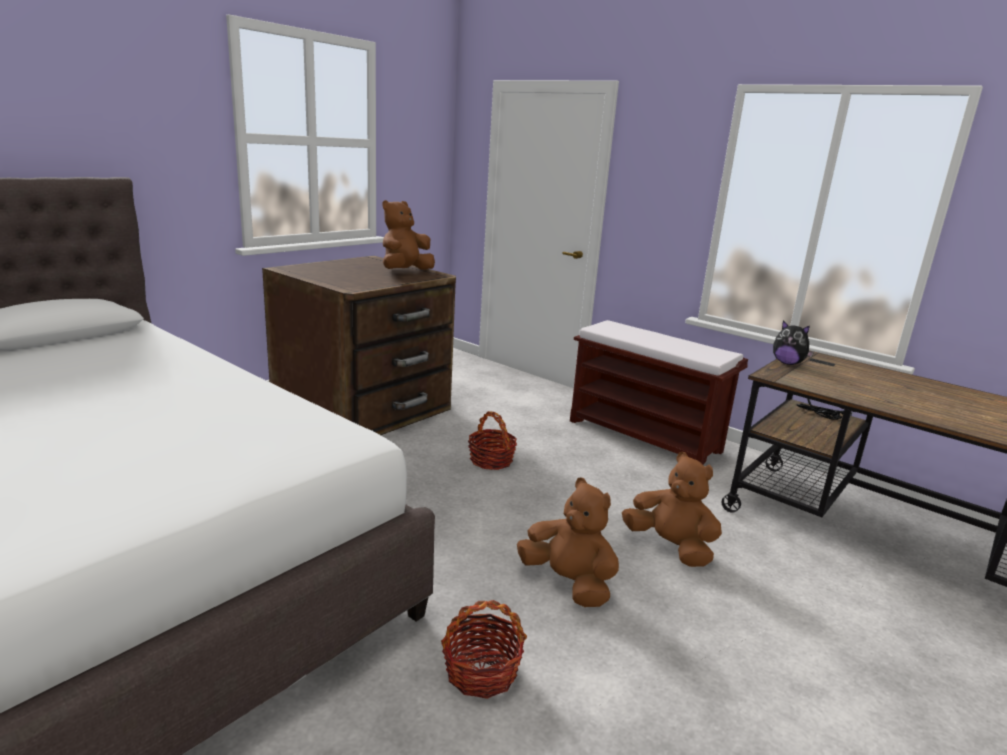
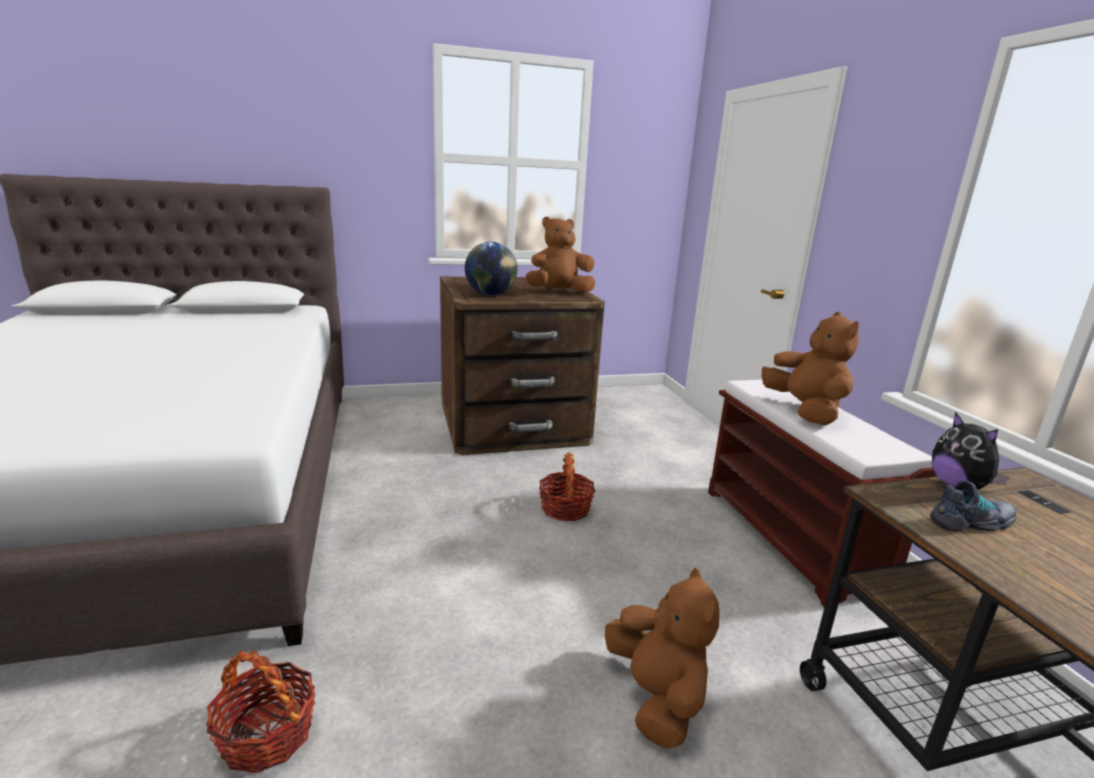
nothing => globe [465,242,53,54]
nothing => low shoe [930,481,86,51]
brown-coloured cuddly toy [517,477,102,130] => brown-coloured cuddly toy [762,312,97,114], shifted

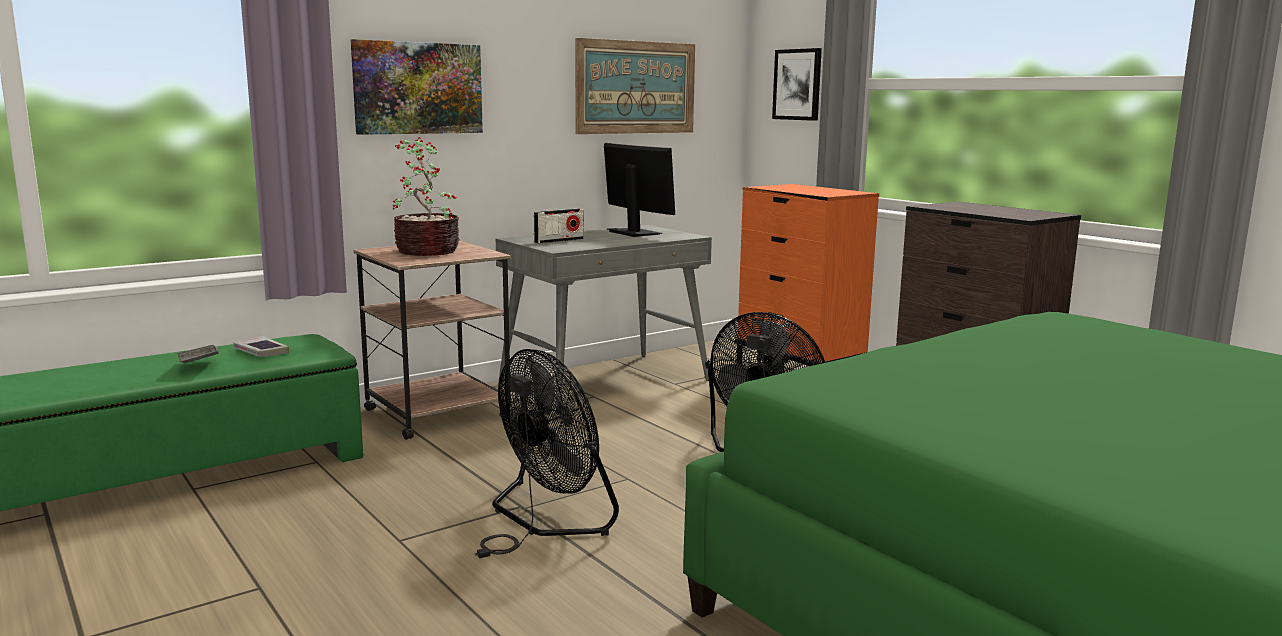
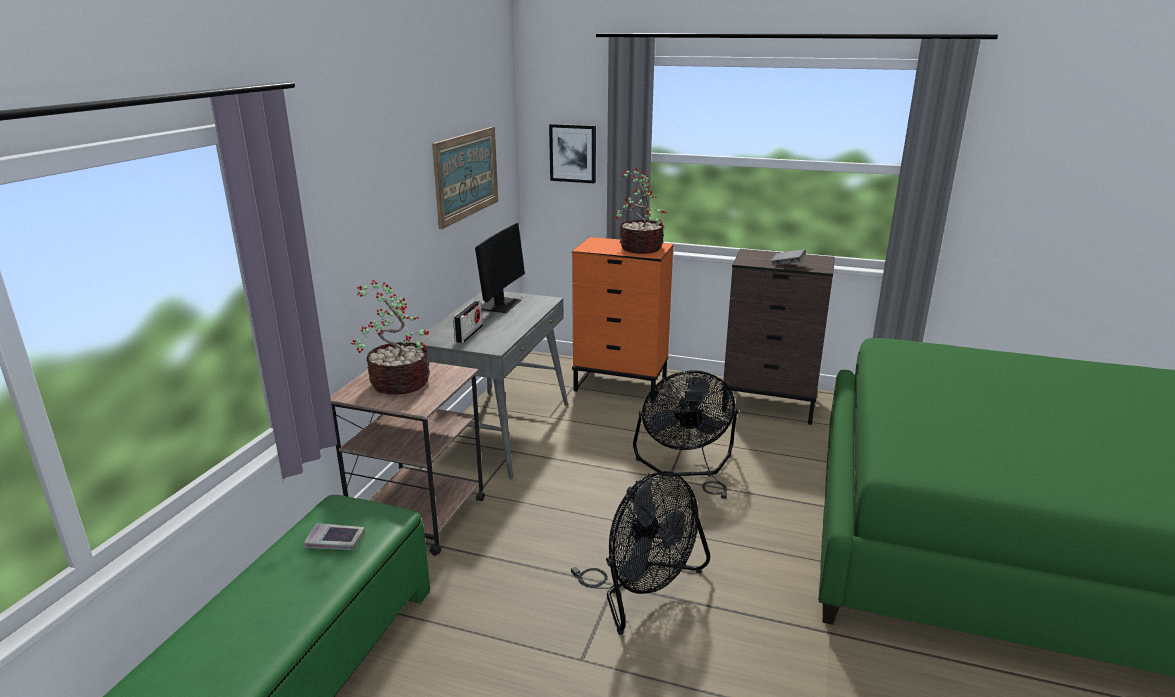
wall art [351,39,132,96] => nothing
nothing => potted plant [613,168,53,86]
greyish volume [177,345,42,18] => greyish volume [771,249,35,17], shifted
black cooling fan [474,349,145,209] => black cooling fan [571,471,139,164], 120 degrees clockwise
monitor [604,143,71,94] => monitor [475,223,50,90], 90 degrees clockwise

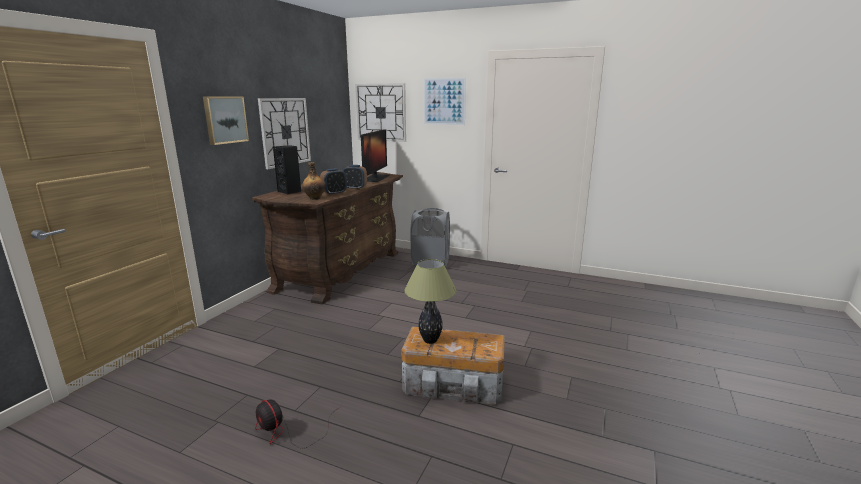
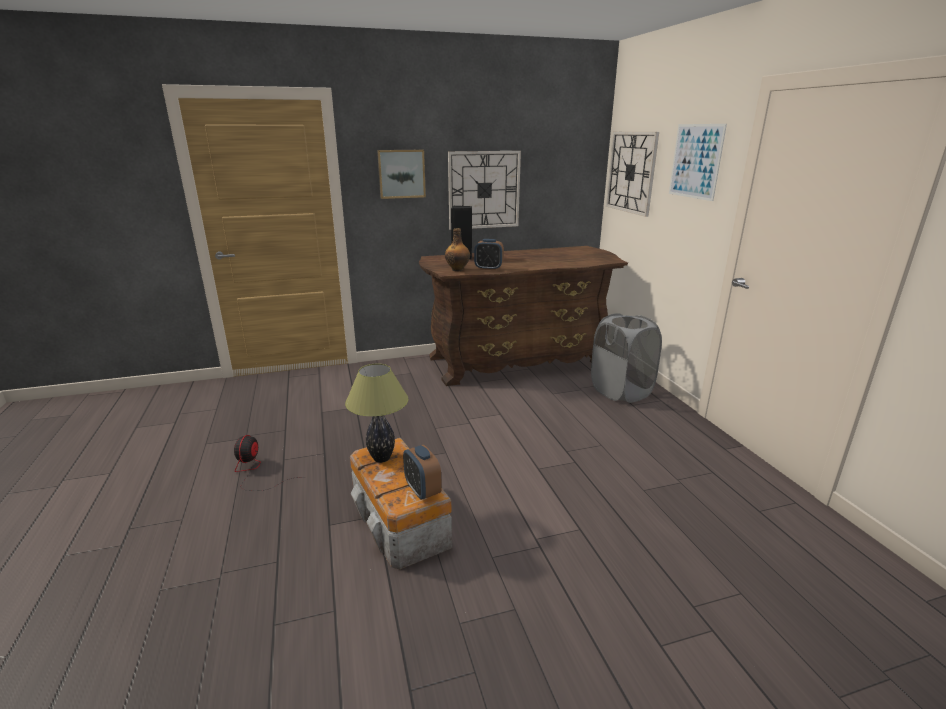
monitor [361,129,29,53] => nothing
bedside clock [343,165,24,25] => bedside clock [403,445,39,55], shifted

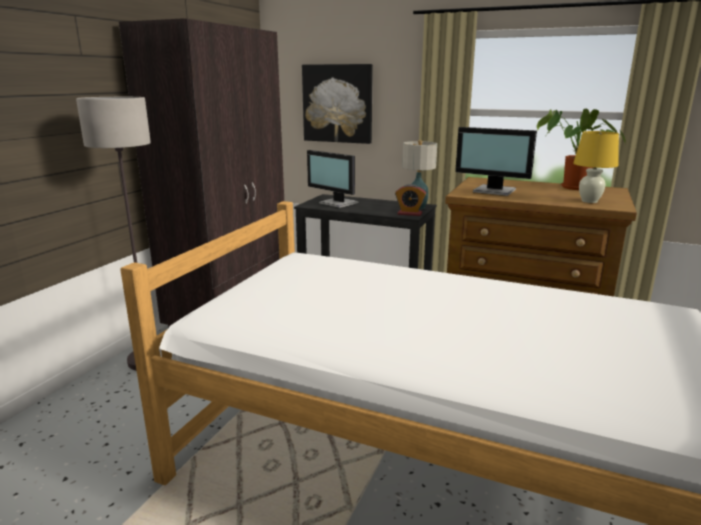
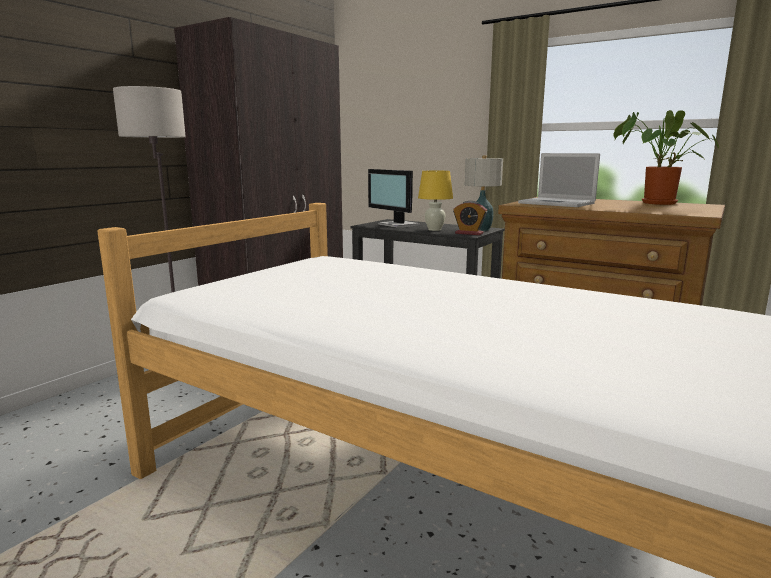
wall art [302,64,71,80] => nothing
yellowish lamp for a table [573,131,46,72] => yellowish lamp for a table [418,171,35,60], shifted
monitor [455,127,82,69] => notebook computer [518,153,82,54]

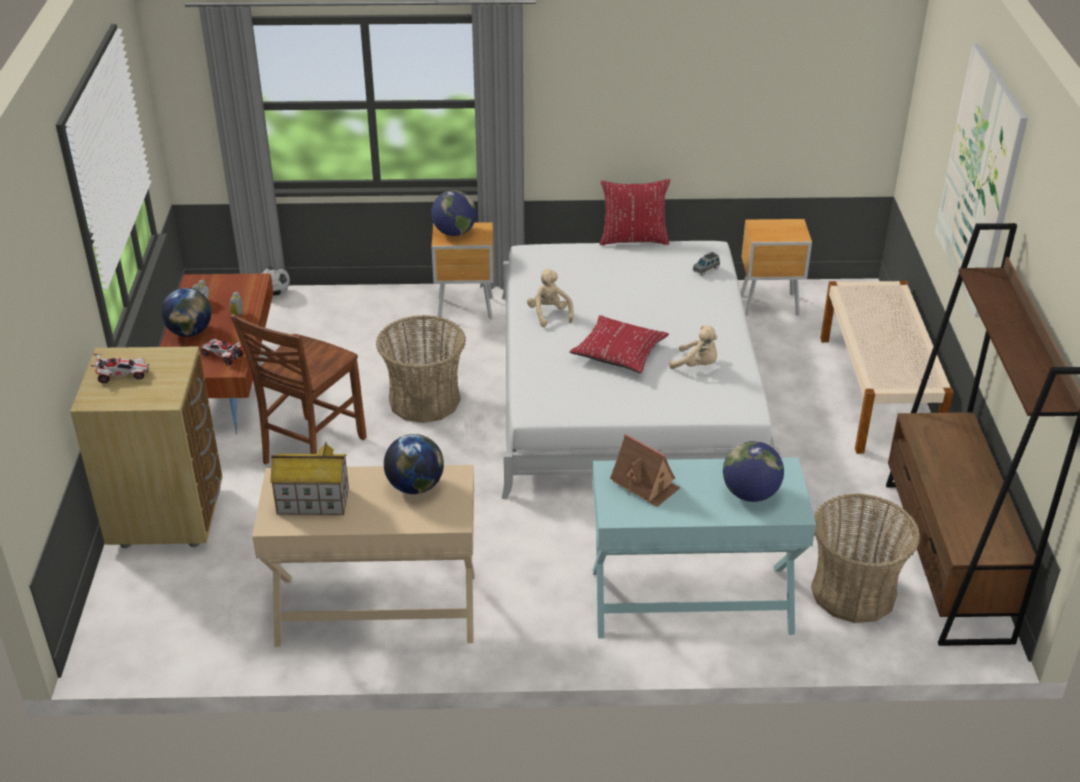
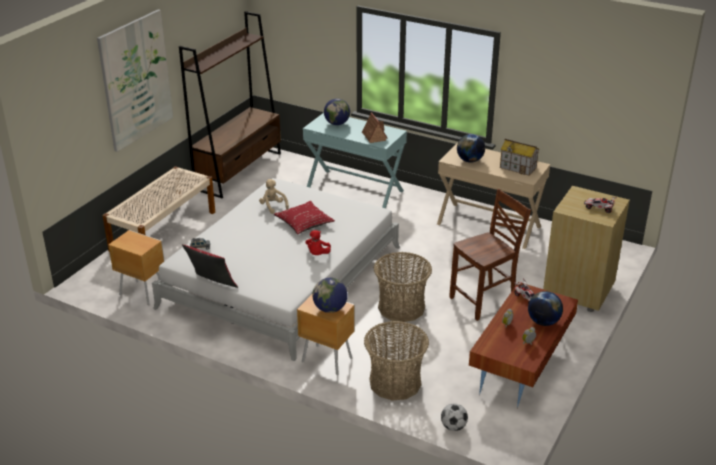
household basket [811,493,109,130] => household basket [364,321,65,79], shifted
sand-coloured cuddly toy [527,269,47,58] => reddish cuddly toy [305,230,26,25]

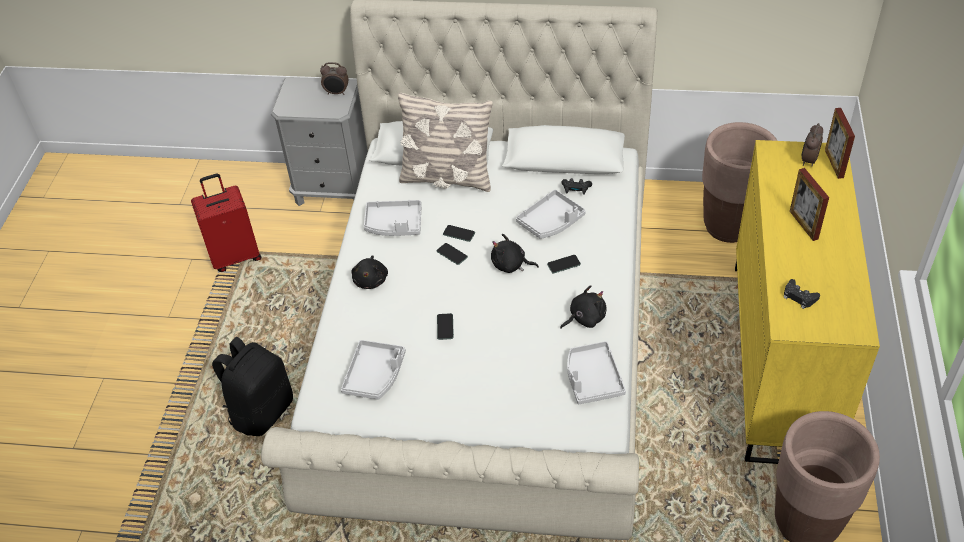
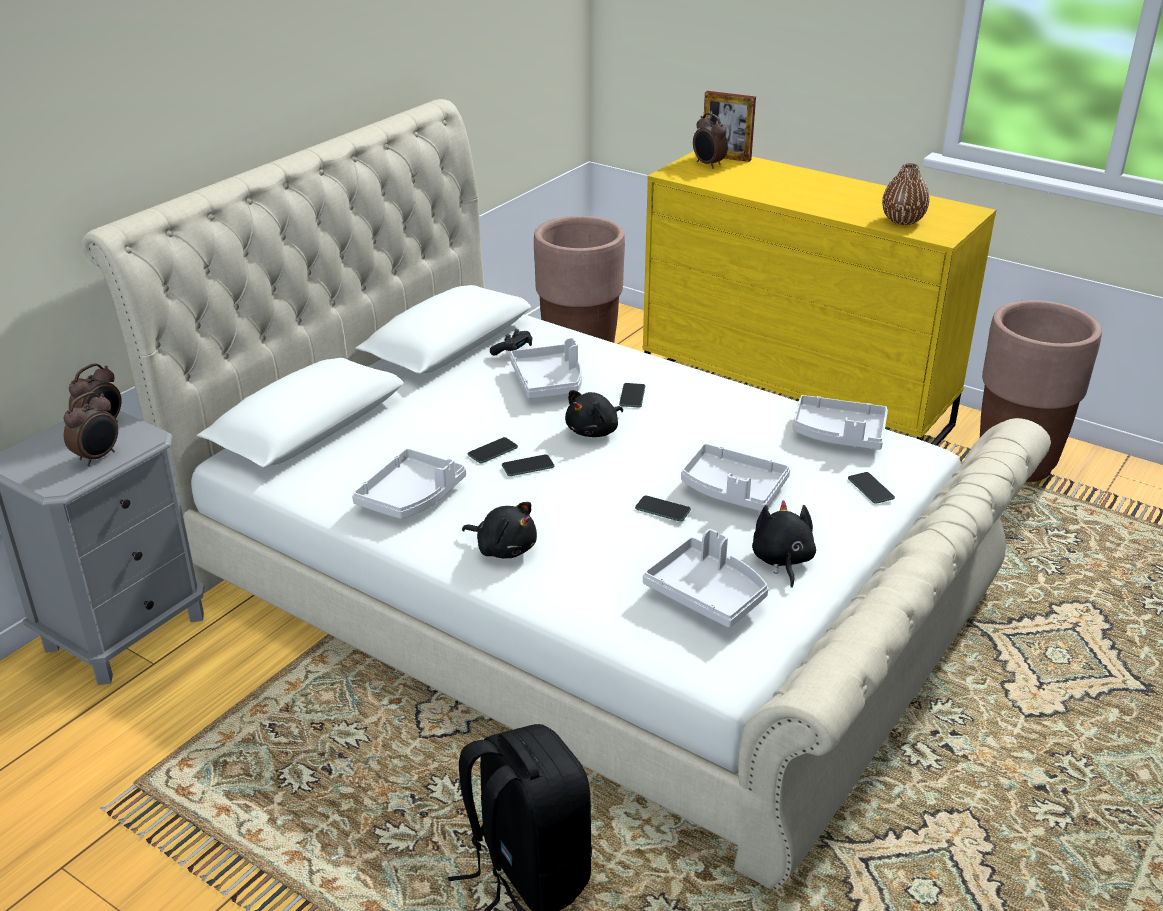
reddish suitcase [191,174,70,98] => nothing
sand-coloured pillow [398,93,95,99] => nothing
standing frame [790,168,39,73] => nothing
nothing => bedside clock [64,392,54,74]
nothing => greyish carrying tray [681,443,109,68]
nothing => telephone [848,472,47,32]
black cuddly toy [560,285,47,44] => black cuddly toy [752,500,64,88], shifted
black joypad [783,279,37,30] => brown-coloured flower vase [882,163,47,62]

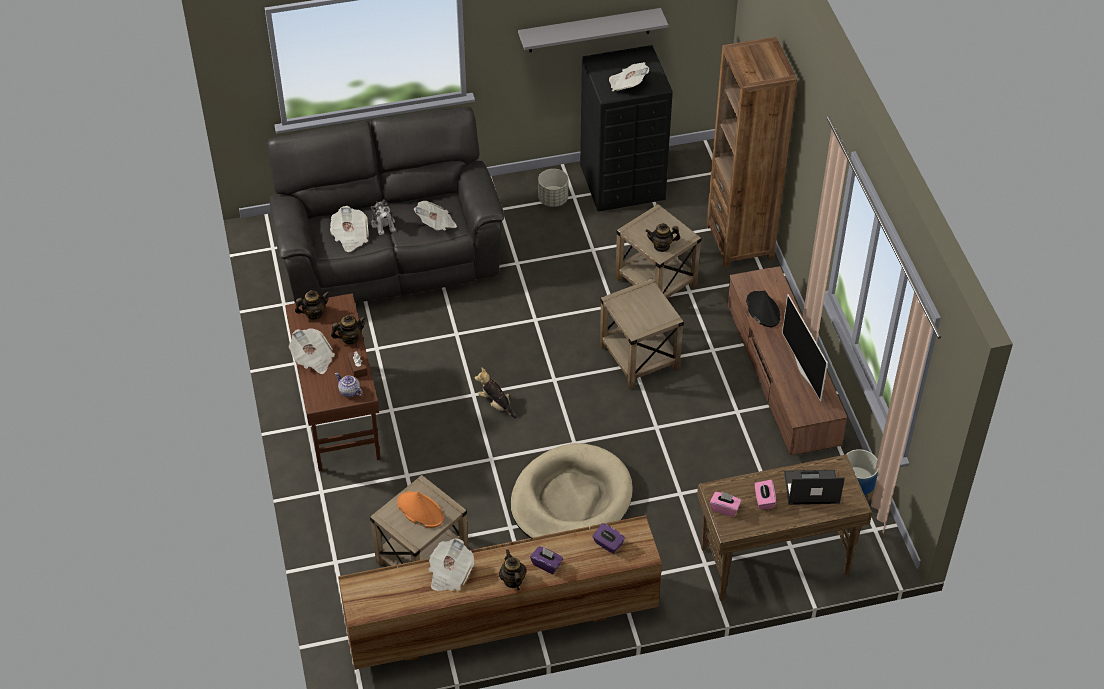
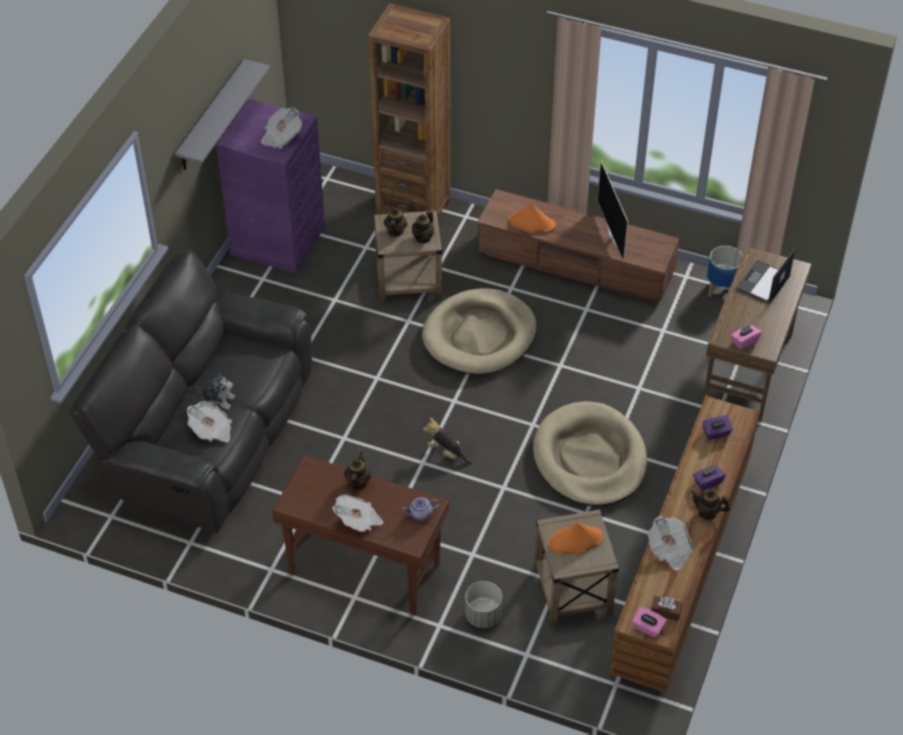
daily paper [414,201,43,29] => nothing
teapot [295,290,35,30] => teapot [384,204,23,33], shifted
brown-coloured tissue box [347,350,21,28] => brown-coloured tissue box [651,596,32,25], shifted
greyish planter [538,169,30,38] => greyish planter [465,581,37,47], shifted
pink-coloured tissue box [755,480,21,29] => pink-coloured tissue box [632,607,35,31], shifted
sand-coloured accent table [600,278,84,111] => sand-coloured dog bed [422,288,115,87]
black drawer chest [580,45,93,167] => purple-coloured drawer chest [216,99,109,174]
black clothing hat [746,290,34,37] => orange-coloured clothing hat [509,204,47,29]
cuddly toy [475,368,43,51] => cuddly toy [423,418,49,47], 45 degrees clockwise
TV [782,294,46,107] => TV [597,161,31,100], 60 degrees clockwise

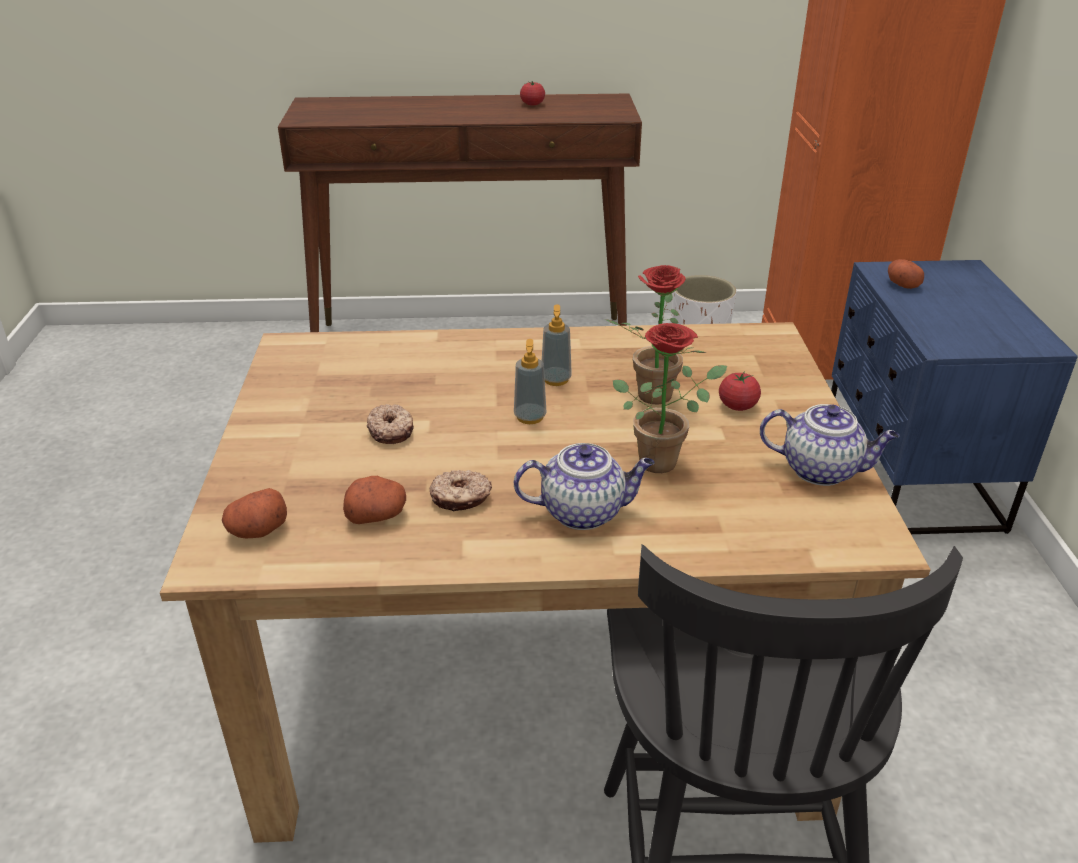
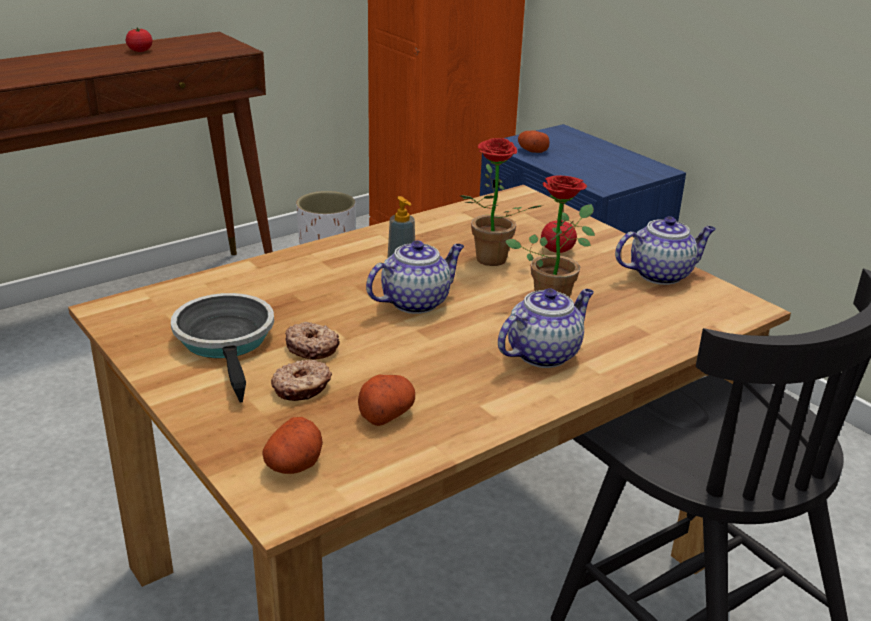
nothing => skillet [171,293,103,109]
donut [430,470,62,41] => donut [271,360,61,41], shifted
liquid soap bottle [514,339,32,85] => teapot [366,241,98,73]

